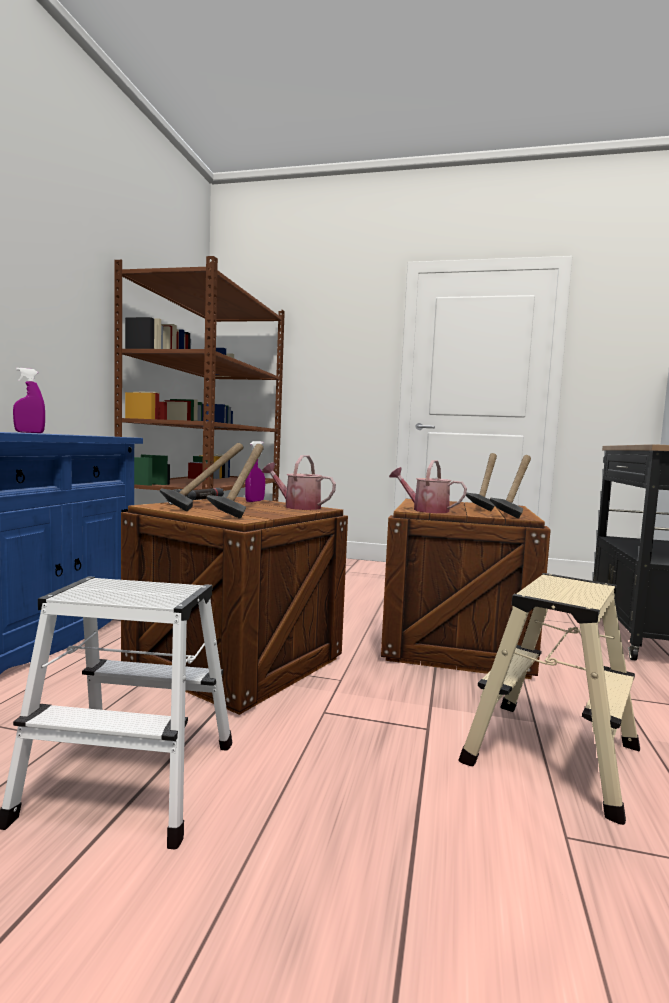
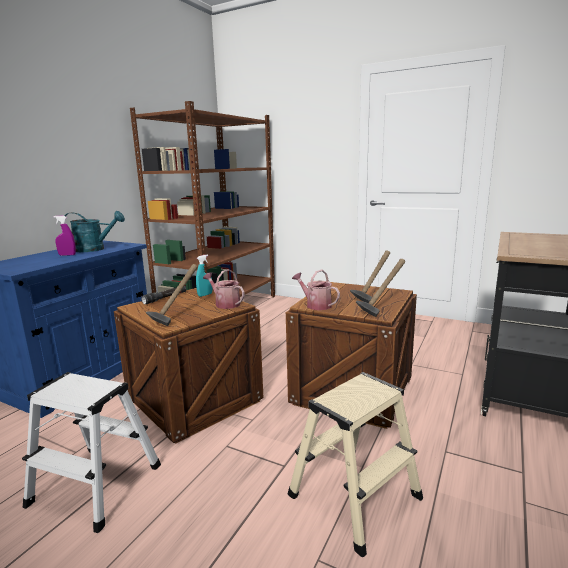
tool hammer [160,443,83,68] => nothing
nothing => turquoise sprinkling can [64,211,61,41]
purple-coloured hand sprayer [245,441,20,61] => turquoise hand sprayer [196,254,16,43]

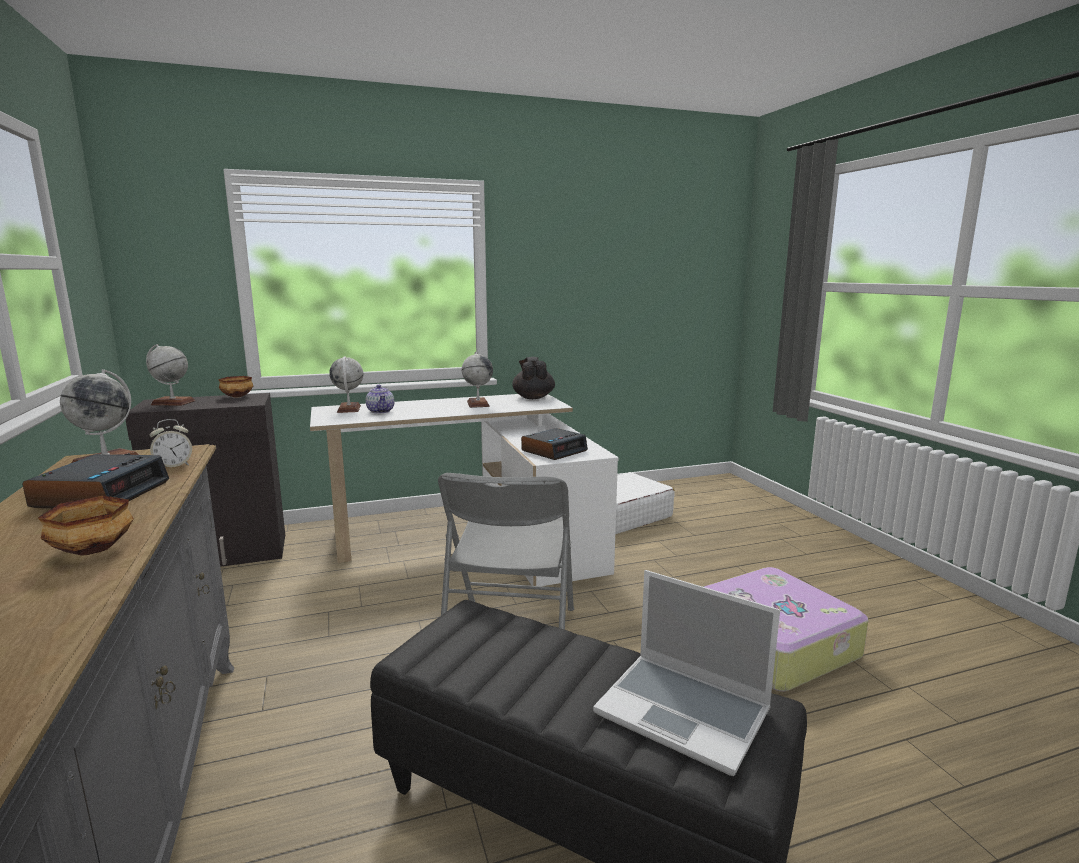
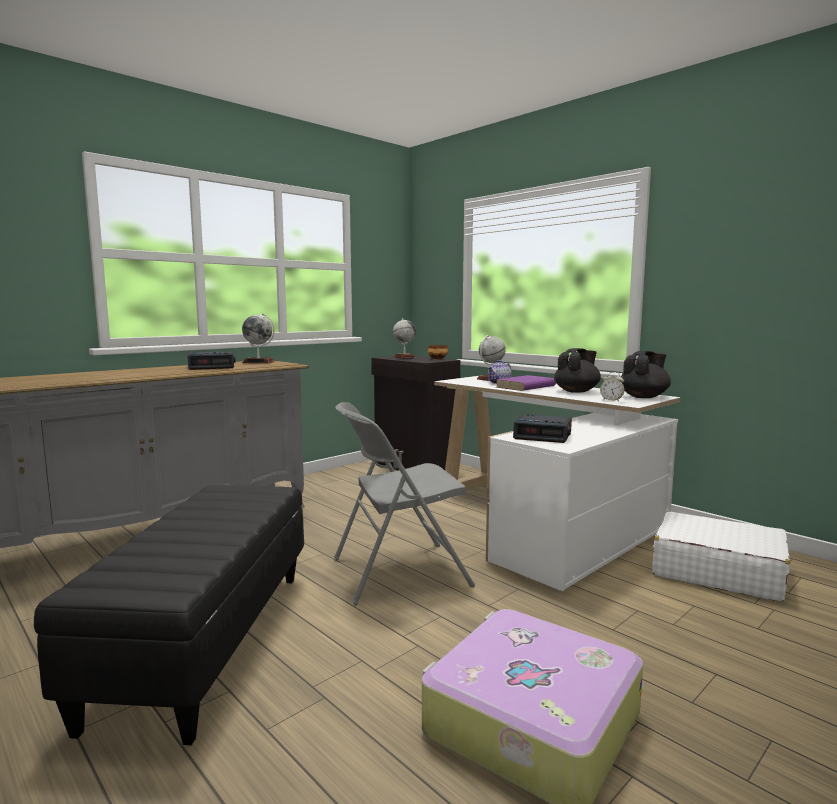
deep dish [38,496,96,60] => nothing
notebook computer [593,570,187,206] => nothing
nothing => purple-coloured volume [496,375,60,16]
bedside clock [150,419,42,48] => bedside clock [600,372,25,30], shifted
globe [462,352,31,56] => black teapot [554,348,47,45]

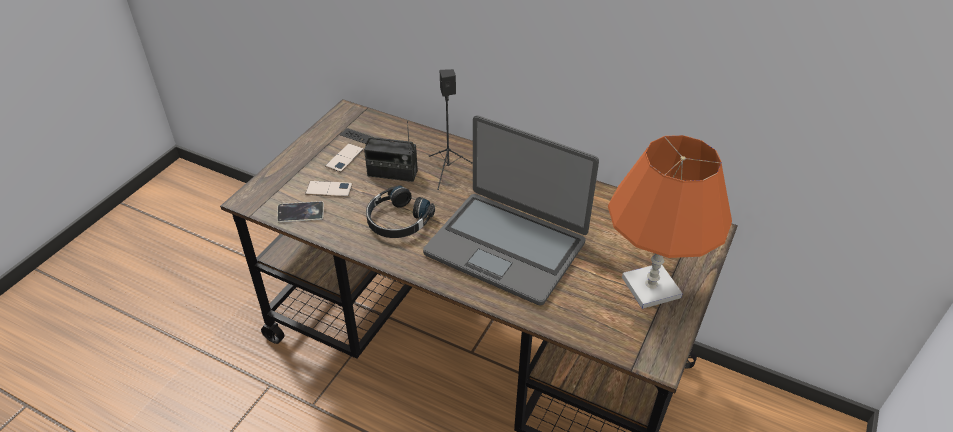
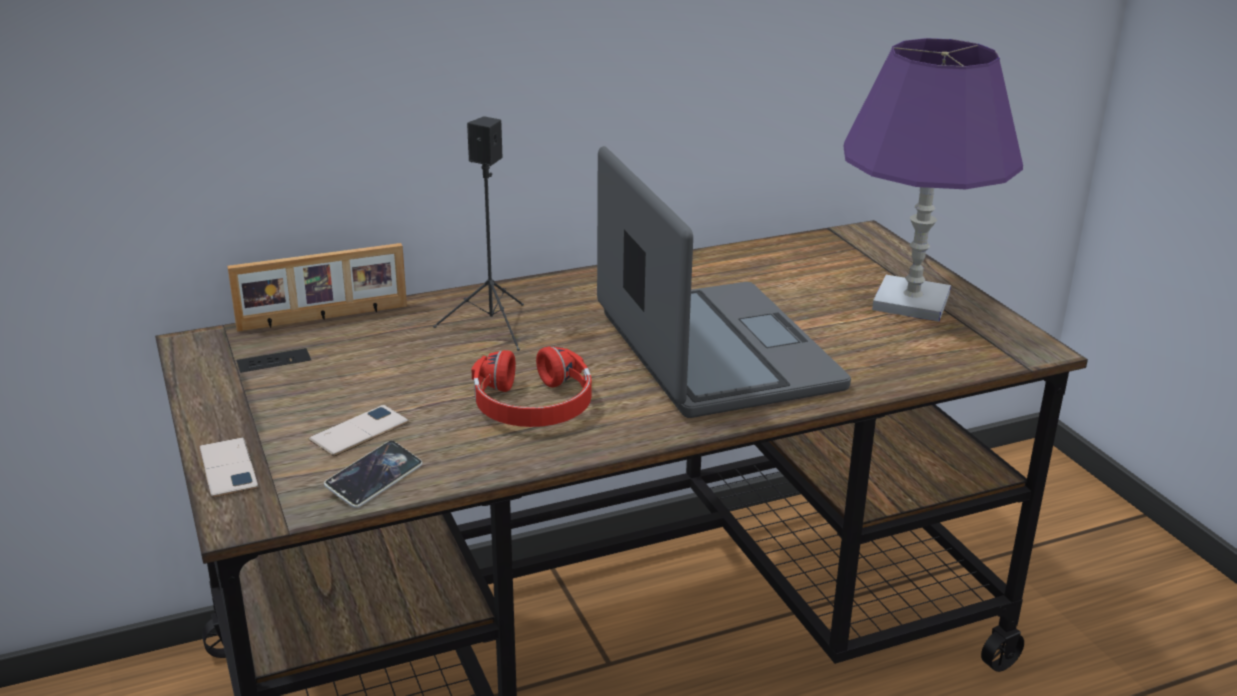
radio set [364,121,54,61] => nothing
nothing => standing frame [227,243,180,88]
telephone [325,143,39,29] => telephone [199,437,59,61], shifted
black headset [366,185,69,53] => reddish headset [471,346,121,81]
orange-coloured lamp for a table [608,135,124,174] => purple-coloured lamp for a table [843,38,180,284]
notebook computer [423,115,176,190] => notebook computer [597,146,254,272], 90 degrees counterclockwise

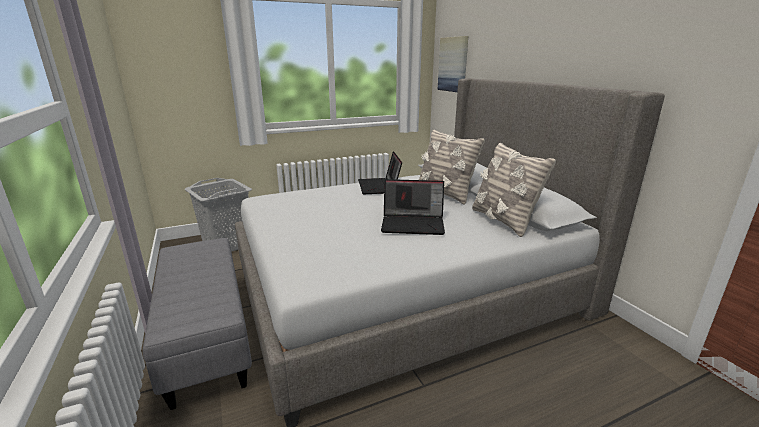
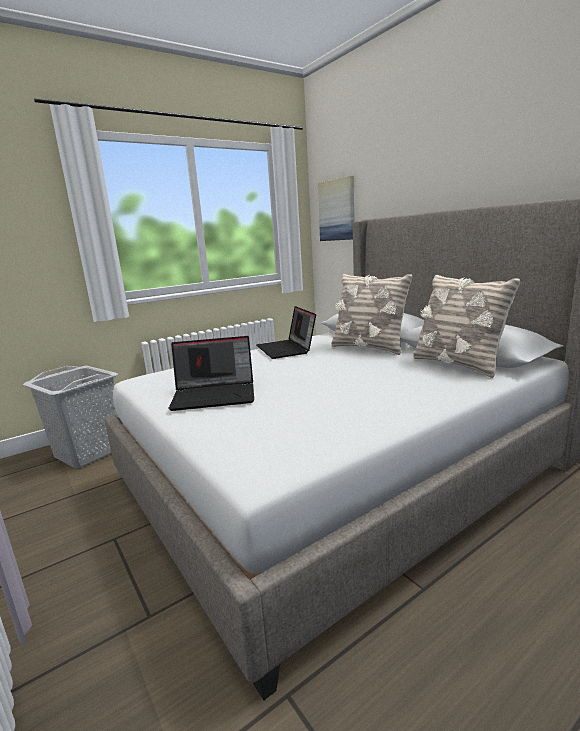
greyish footrest [143,238,109,172] => nothing
notebook computer [381,179,64,56] => notebook computer [168,336,86,75], shifted

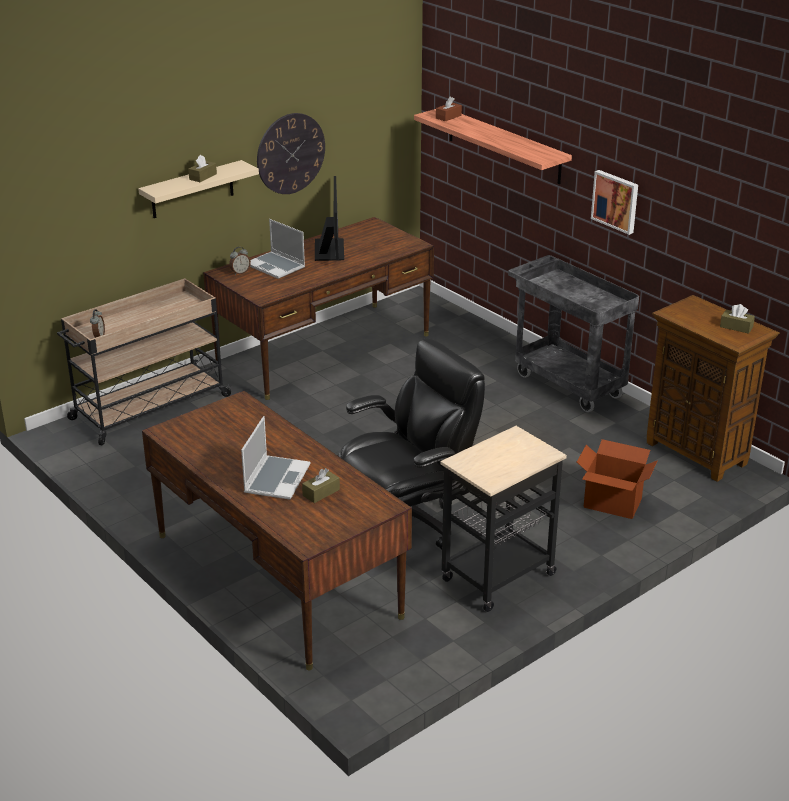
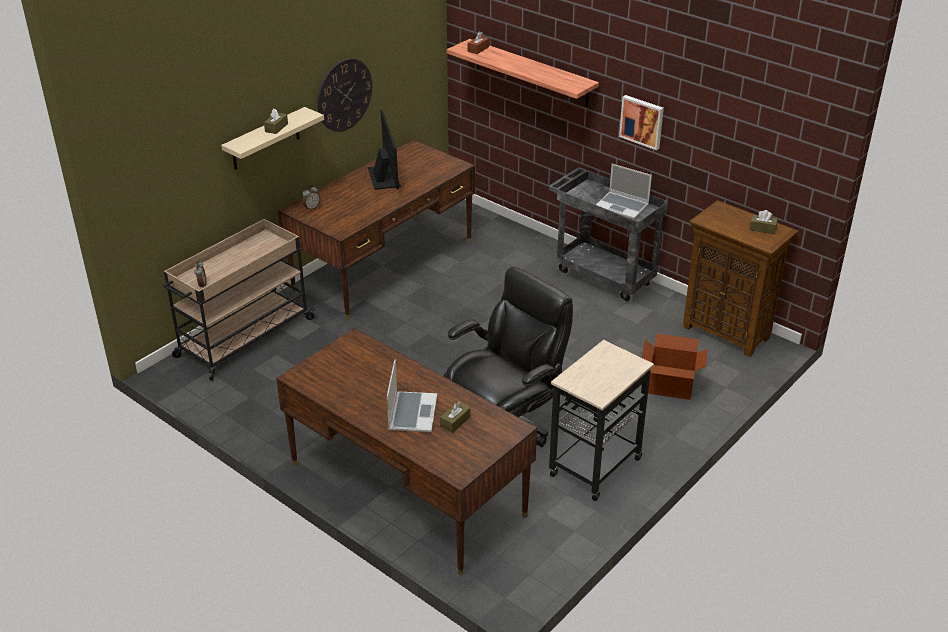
notebook computer [250,219,55,60] => notebook computer [596,164,56,55], shifted

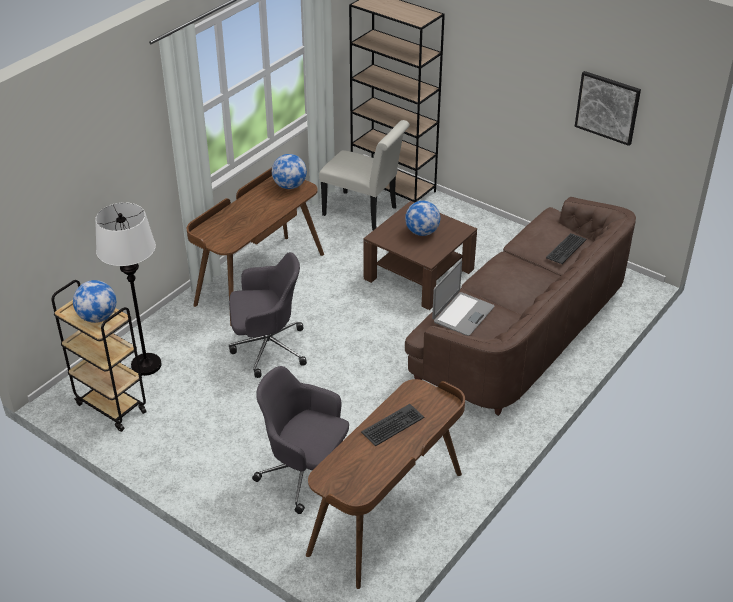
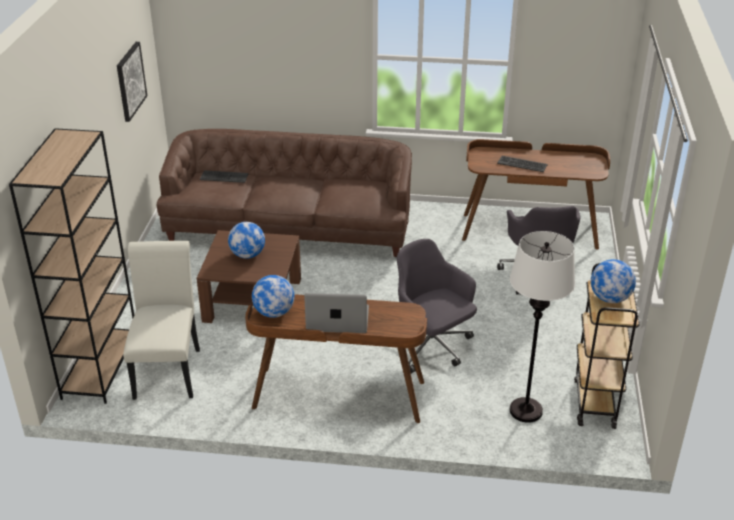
notebook computer [432,260,63,76] => notebook computer [304,293,65,40], shifted

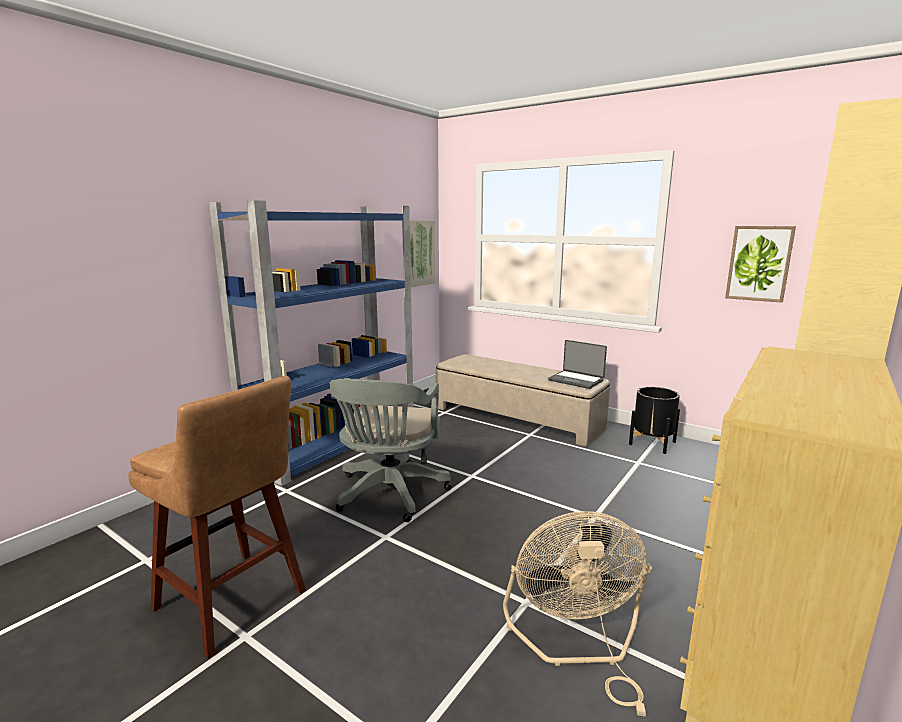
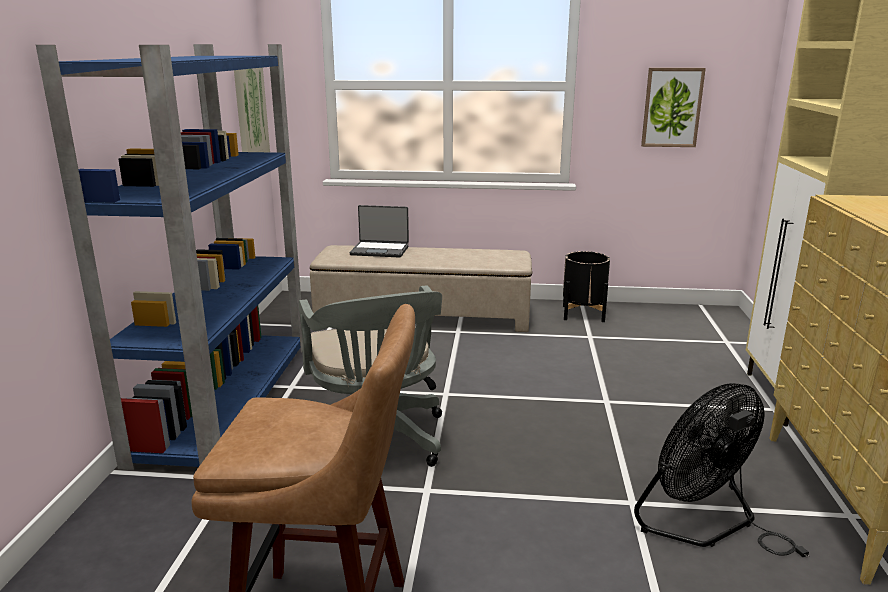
notebook computer [548,340,59,49] => notebook computer [350,205,59,53], shifted
sand-coloured cooling fan [503,511,149,206] => black cooling fan [634,383,175,174]

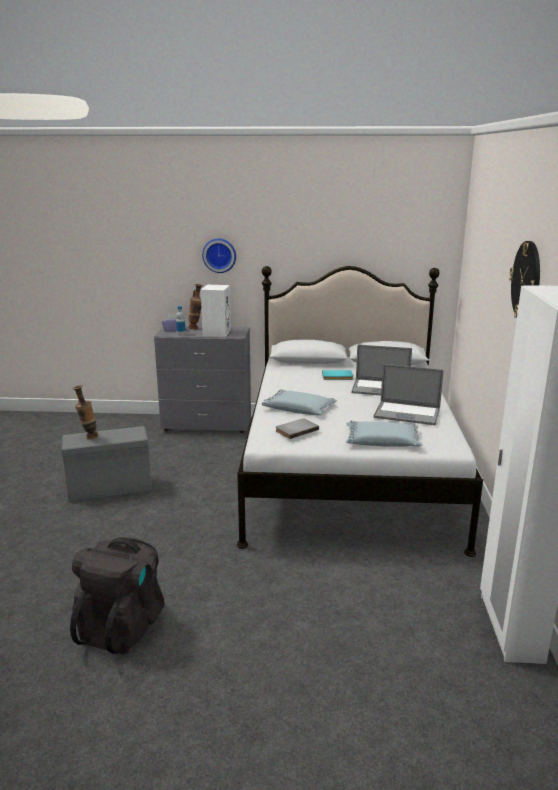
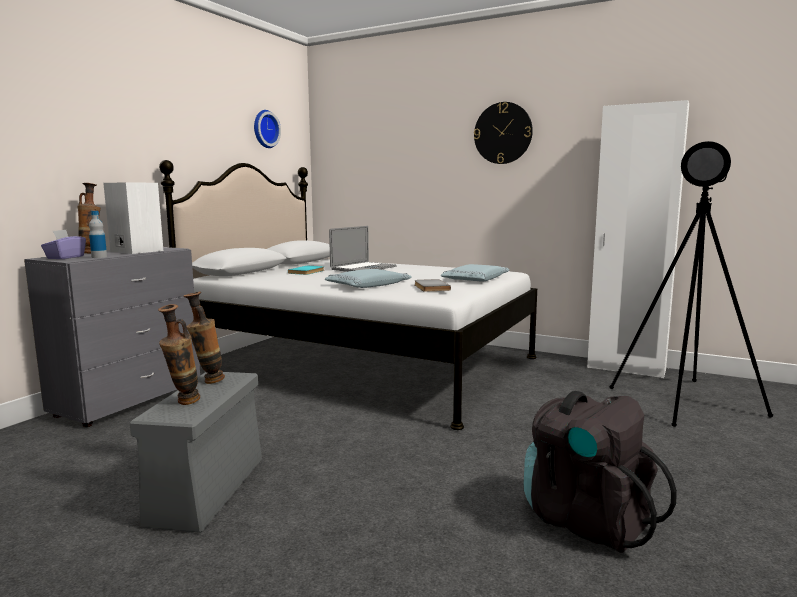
notebook computer [374,364,70,61] => nothing
nothing => flower vase [184,292,41,92]
nothing => black standing lamp [610,141,163,286]
wall clock [202,238,34,35] => wall clock [254,110,27,38], shifted

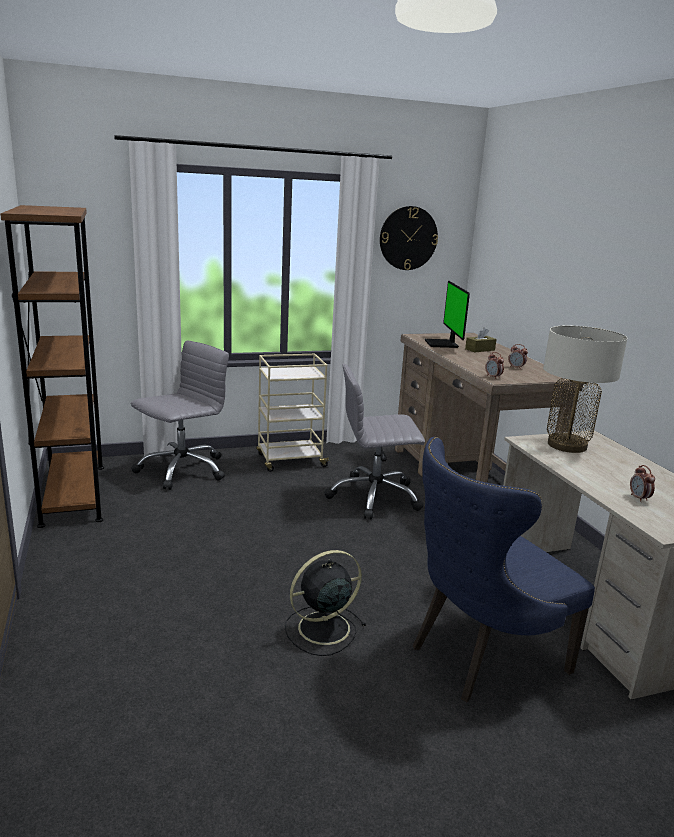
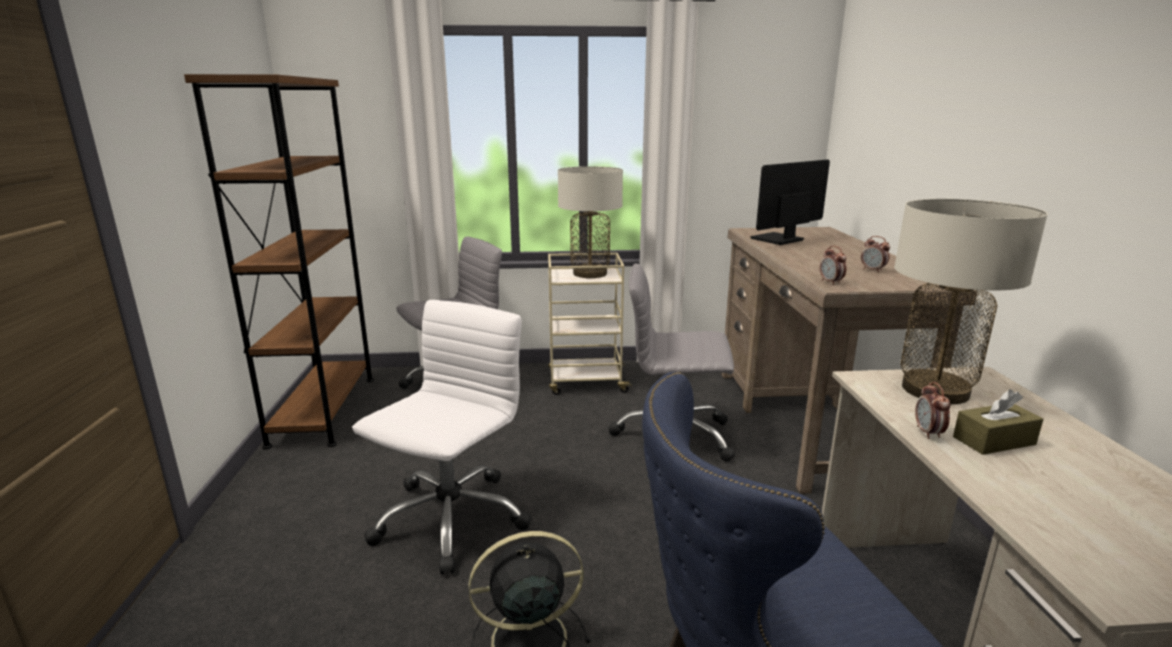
wall clock [380,206,58,64] => nothing
nothing => whitish computer chair [352,300,180,274]
nothing => lamp for a table [558,166,65,112]
brown-coloured tissue box [465,327,31,26] => brown-coloured tissue box [953,389,90,66], shifted
bedside clock [630,465,25,37] => bedside clock [915,382,36,57], shifted
monitor [425,281,45,67] => monitor [750,159,80,86], 45 degrees clockwise

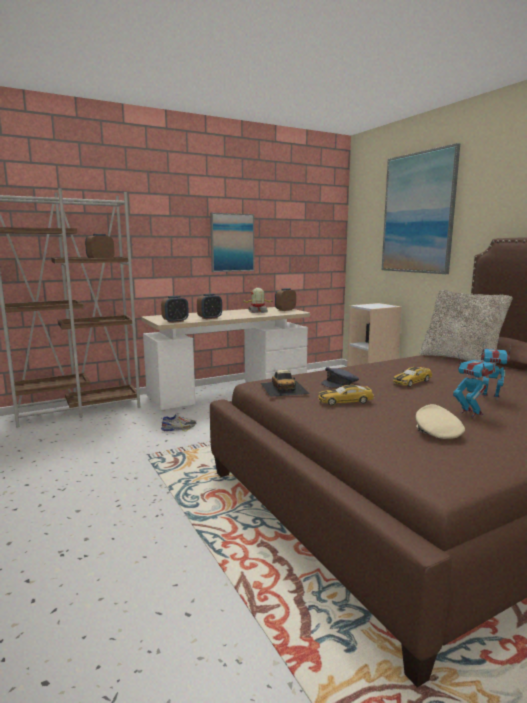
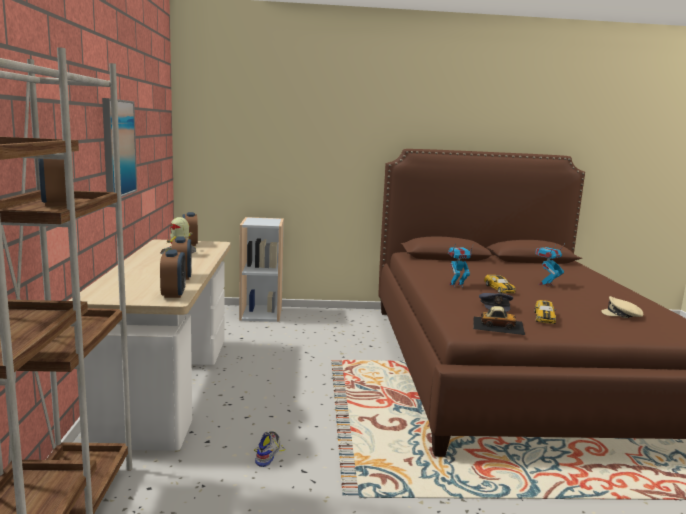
wall art [382,143,78,131] => nothing
sand-coloured pillow [420,290,93,73] => nothing
toy robot [453,352,43,65] => toy robot [448,243,25,45], shifted

